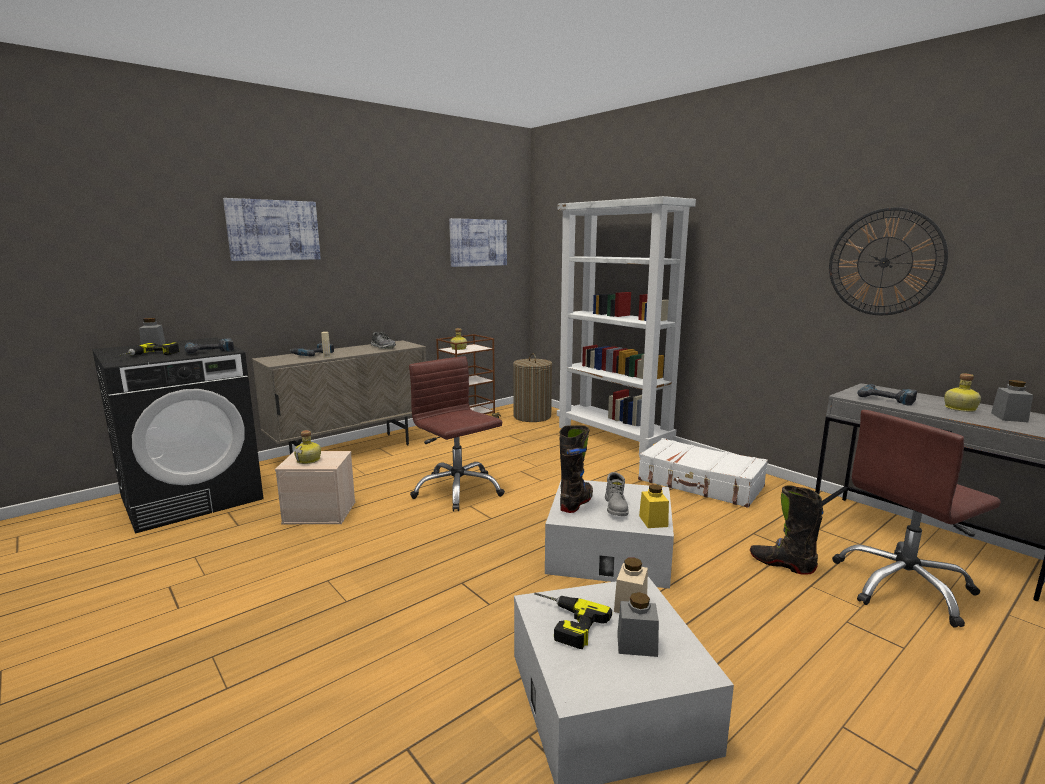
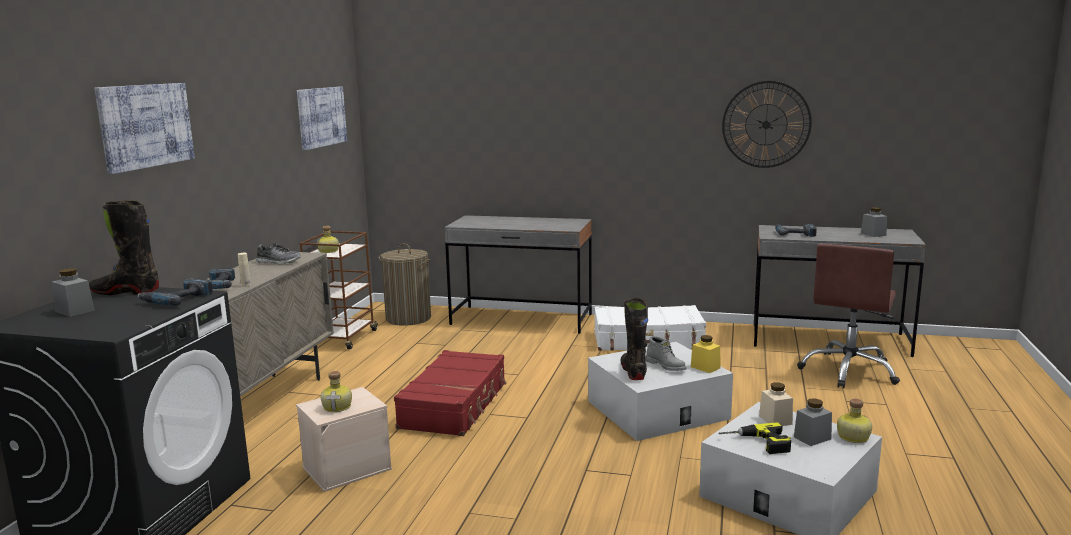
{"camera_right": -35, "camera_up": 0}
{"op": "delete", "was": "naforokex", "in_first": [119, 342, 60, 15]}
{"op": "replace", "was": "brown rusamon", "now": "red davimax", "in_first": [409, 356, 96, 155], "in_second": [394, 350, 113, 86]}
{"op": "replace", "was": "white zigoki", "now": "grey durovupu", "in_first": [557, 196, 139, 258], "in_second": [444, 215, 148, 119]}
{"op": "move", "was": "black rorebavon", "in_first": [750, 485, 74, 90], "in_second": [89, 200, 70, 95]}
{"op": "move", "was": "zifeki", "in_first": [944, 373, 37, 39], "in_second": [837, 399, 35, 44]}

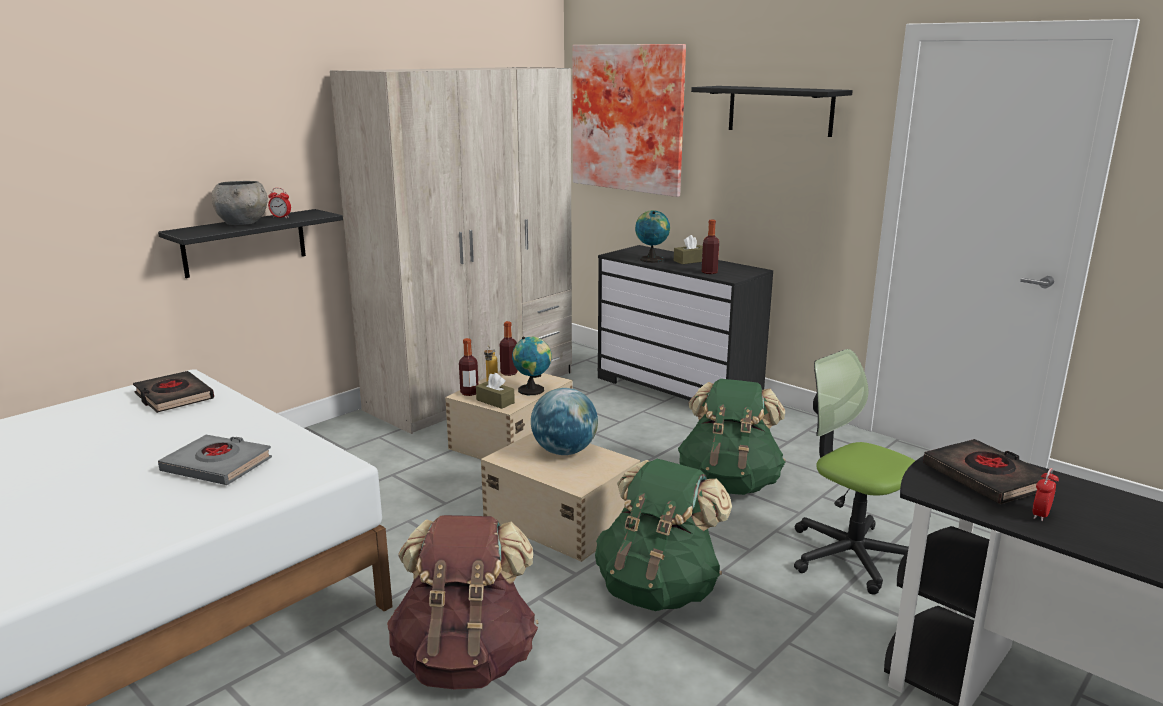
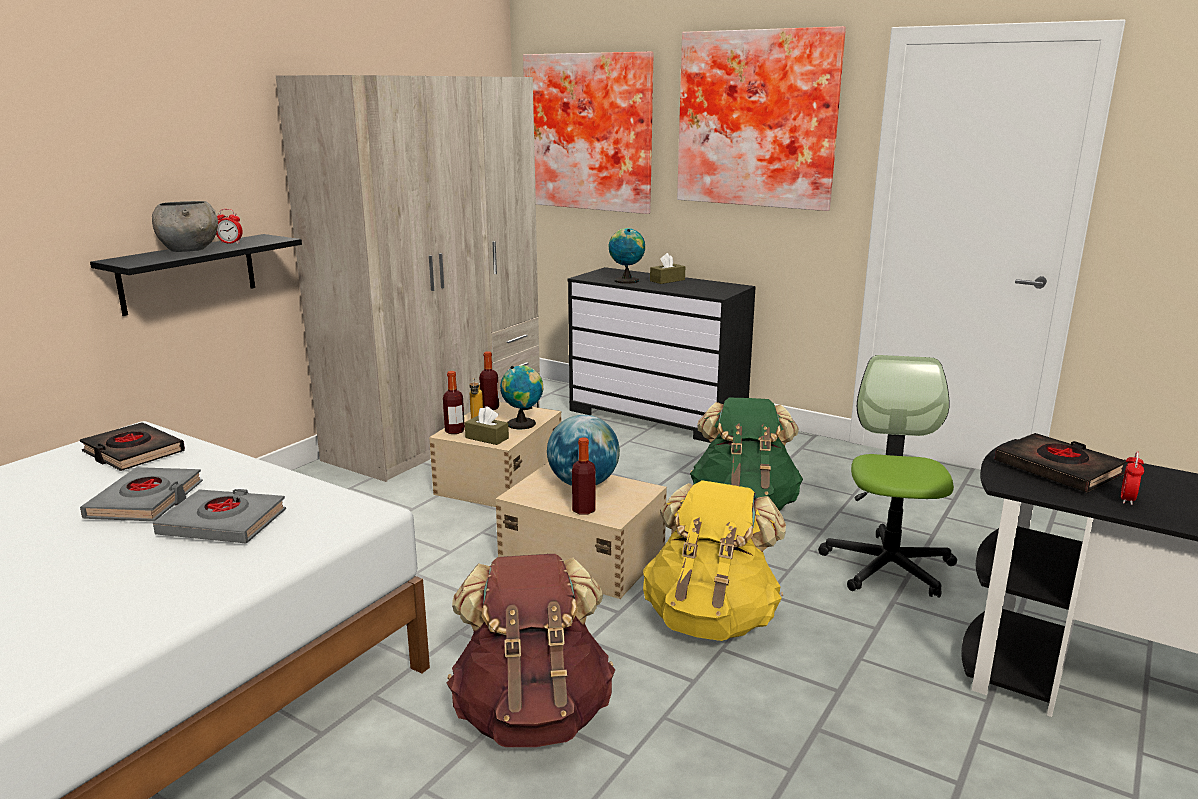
{"camera_right": -10, "camera_up": 0}
{"op": "recolor", "was": "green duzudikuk", "now": "yellow duzudikuk", "in_first": [595, 459, 137, 152], "in_second": [643, 480, 143, 161]}
{"op": "replace", "was": "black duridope", "now": "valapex", "in_first": [691, 86, 162, 51], "in_second": [677, 26, 169, 185]}
{"op": "move", "was": "zifeki", "in_first": [702, 220, 17, 54], "in_second": [572, 438, 24, 77]}
{"op": "rotate", "was": "rusamon", "in_first": [794, 349, 121, 246], "in_second": [818, 355, 139, 243], "clockwise": 60}
{"op": "insert", "now": "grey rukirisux", "in_second": [80, 467, 123, 54]}

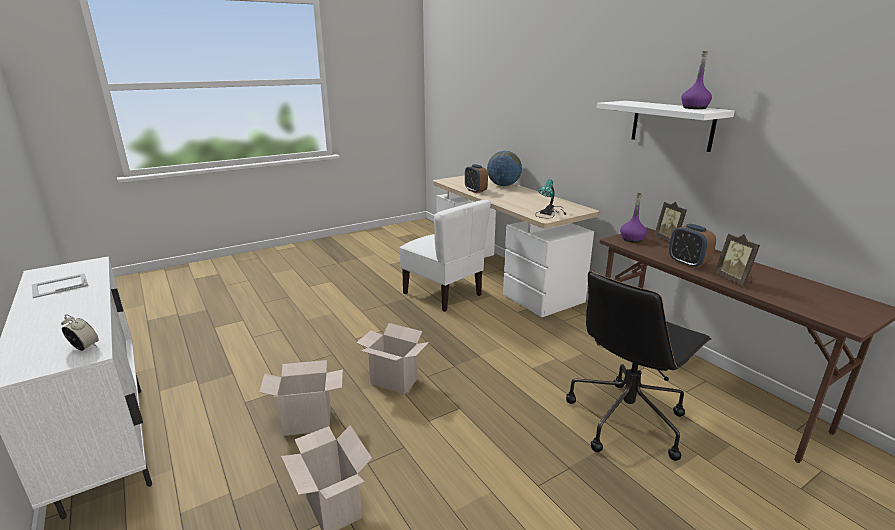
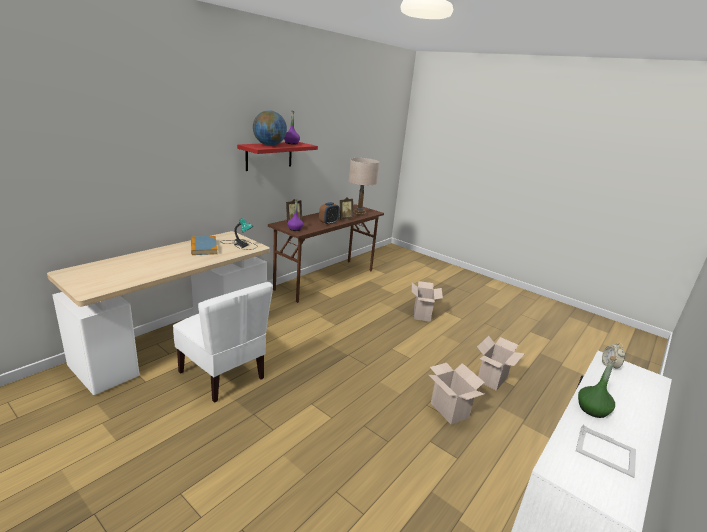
{"camera_right": -110, "camera_up": 0}
{"op": "move", "was": "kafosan", "in_first": [356, 323, 73, 71], "in_second": [412, 281, 31, 41]}
{"op": "rotate", "was": "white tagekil", "in_first": [400, 200, 91, 112], "in_second": [173, 282, 100, 121], "clockwise": 105}
{"op": "delete", "was": "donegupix", "in_first": [465, 164, 23, 29]}
{"op": "move", "was": "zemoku", "in_first": [487, 151, 35, 35], "in_second": [253, 110, 34, 36]}
{"op": "delete", "was": "black rusamon", "in_first": [566, 271, 145, 190]}
{"op": "recolor", "was": "white duridope", "now": "red duridope", "in_first": [596, 101, 139, 51], "in_second": [237, 142, 81, 29]}
{"op": "insert", "now": "rukirisux", "in_second": [191, 236, 27, 19]}
{"op": "insert", "now": "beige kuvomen", "in_second": [348, 158, 31, 58]}
{"op": "insert", "now": "green zifeki", "in_second": [578, 356, 38, 62]}

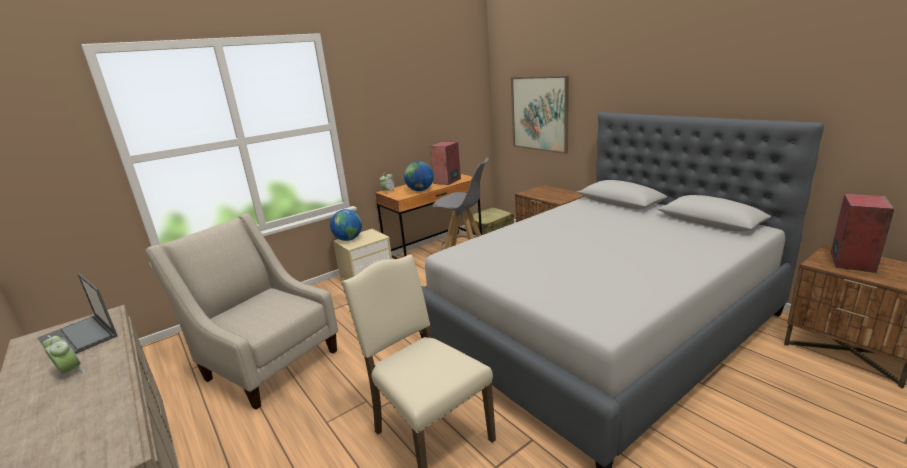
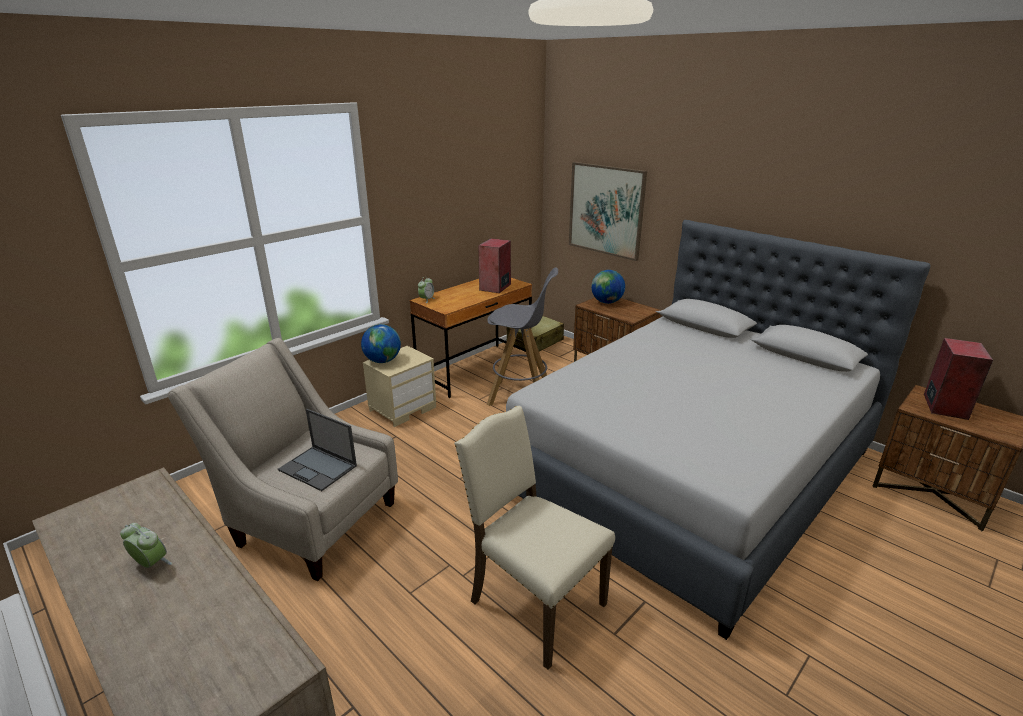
{"camera_right": -10, "camera_up": 5}
{"op": "move", "was": "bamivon", "in_first": [38, 273, 80, 81], "in_second": [278, 409, 79, 82]}
{"op": "move", "was": "zemoku", "in_first": [404, 161, 30, 30], "in_second": [591, 270, 34, 34]}

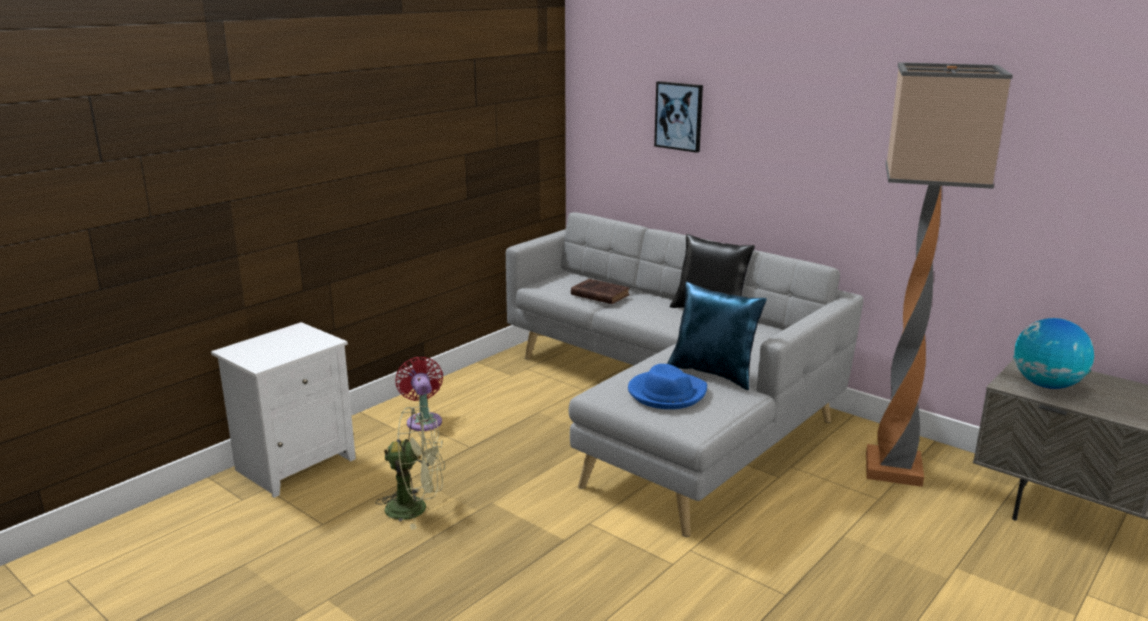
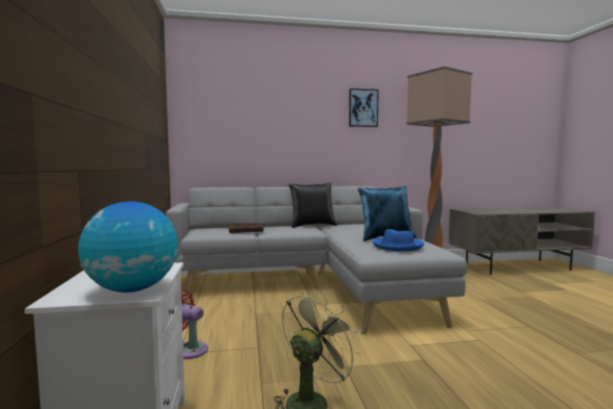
{"camera_right": -50, "camera_up": -15}
{"op": "move", "was": "valapex", "in_first": [654, 81, 49, 72], "in_second": [349, 89, 30, 38]}
{"op": "move", "was": "zemoku", "in_first": [1014, 318, 80, 71], "in_second": [78, 202, 100, 90]}

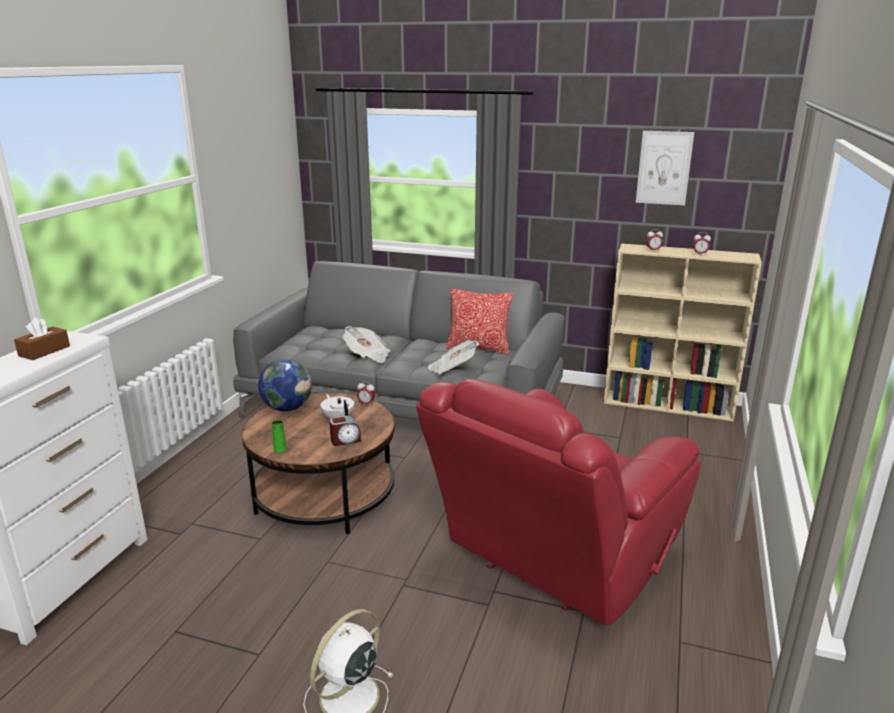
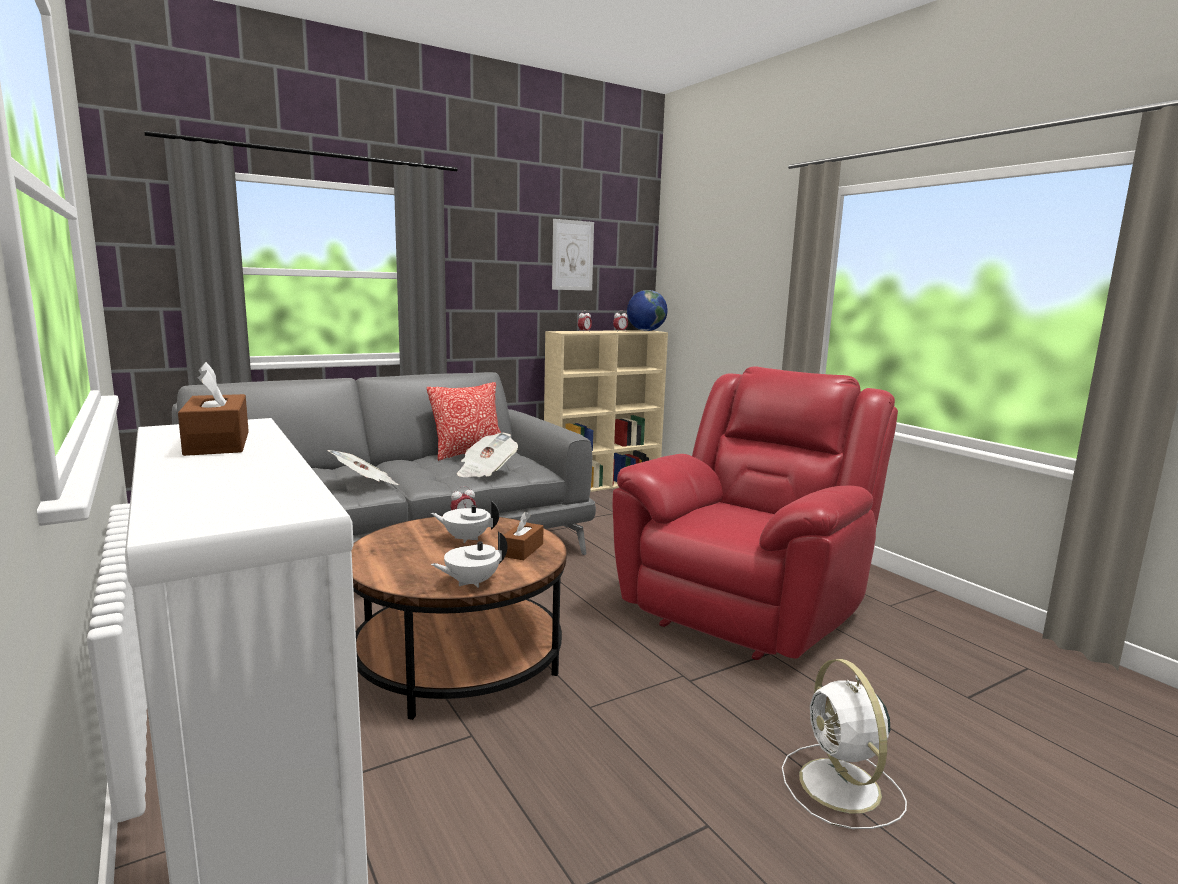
{"camera_right": -50, "camera_up": -10}
{"op": "move", "was": "zemoku", "in_first": [258, 359, 54, 52], "in_second": [627, 290, 41, 41]}
{"op": "replace", "was": "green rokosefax", "now": "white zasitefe", "in_first": [272, 420, 15, 33], "in_second": [431, 532, 77, 56]}
{"op": "replace", "was": "donegupix", "now": "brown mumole", "in_first": [330, 416, 31, 30], "in_second": [503, 512, 40, 48]}
{"op": "rotate", "was": "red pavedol", "in_first": [416, 379, 285, 246], "in_second": [612, 366, 286, 294], "clockwise": -135}

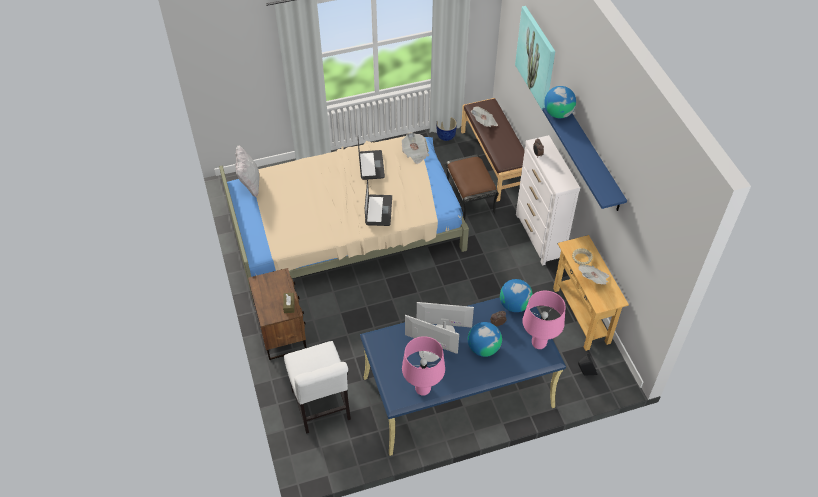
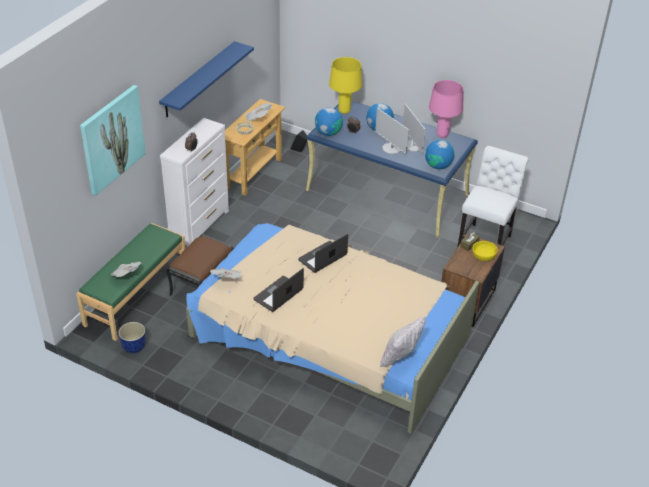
{"camera_right": -135, "camera_up": -10}
{"op": "recolor", "was": "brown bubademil", "now": "green bubademil", "in_first": [461, 98, 64, 104], "in_second": [76, 223, 110, 118]}
{"op": "recolor", "was": "pink kuvomen", "now": "yellow kuvomen", "in_first": [522, 291, 44, 58], "in_second": [329, 57, 33, 57]}
{"op": "move", "was": "zemoku", "in_first": [544, 86, 32, 32], "in_second": [425, 140, 30, 29]}
{"op": "insert", "now": "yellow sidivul", "in_second": [472, 241, 26, 20]}

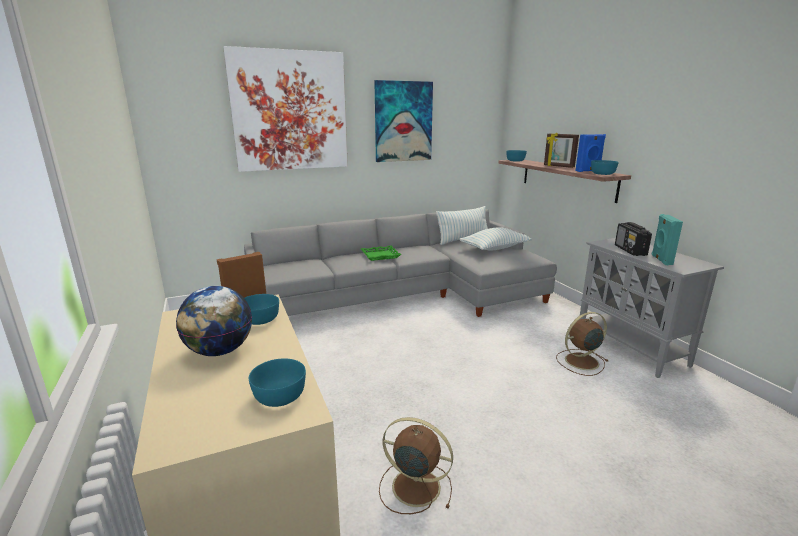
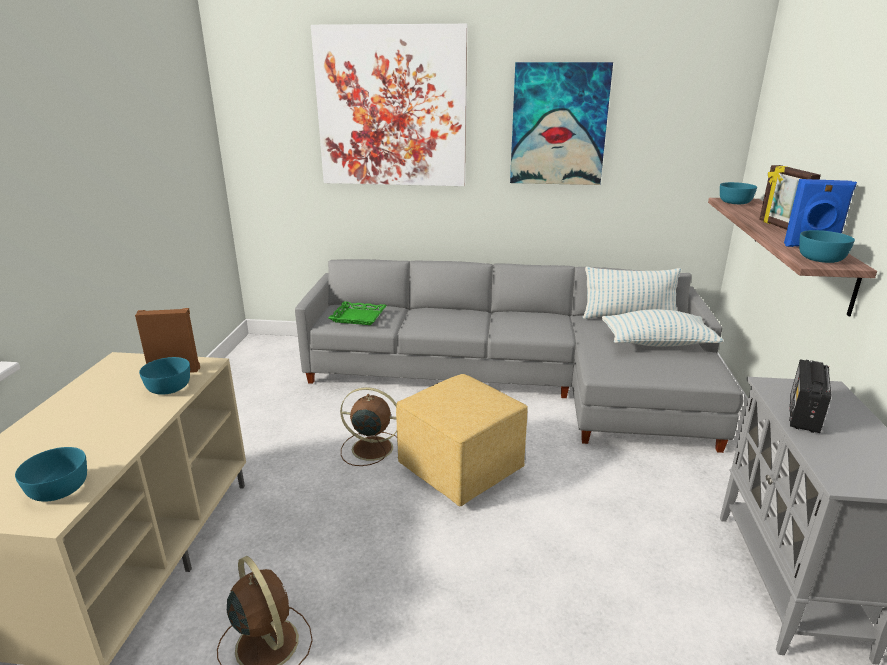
{"camera_right": 30, "camera_up": 5}
{"op": "delete", "was": "zemoku", "in_first": [176, 286, 76, 70]}
{"op": "move", "was": "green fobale", "in_first": [361, 246, 40, 15], "in_second": [328, 301, 59, 24]}
{"op": "move", "was": "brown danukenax", "in_first": [556, 312, 52, 64], "in_second": [340, 387, 57, 79]}
{"op": "delete", "was": "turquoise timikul", "in_first": [652, 214, 31, 51]}
{"op": "insert", "now": "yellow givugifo", "in_second": [396, 374, 132, 132]}

